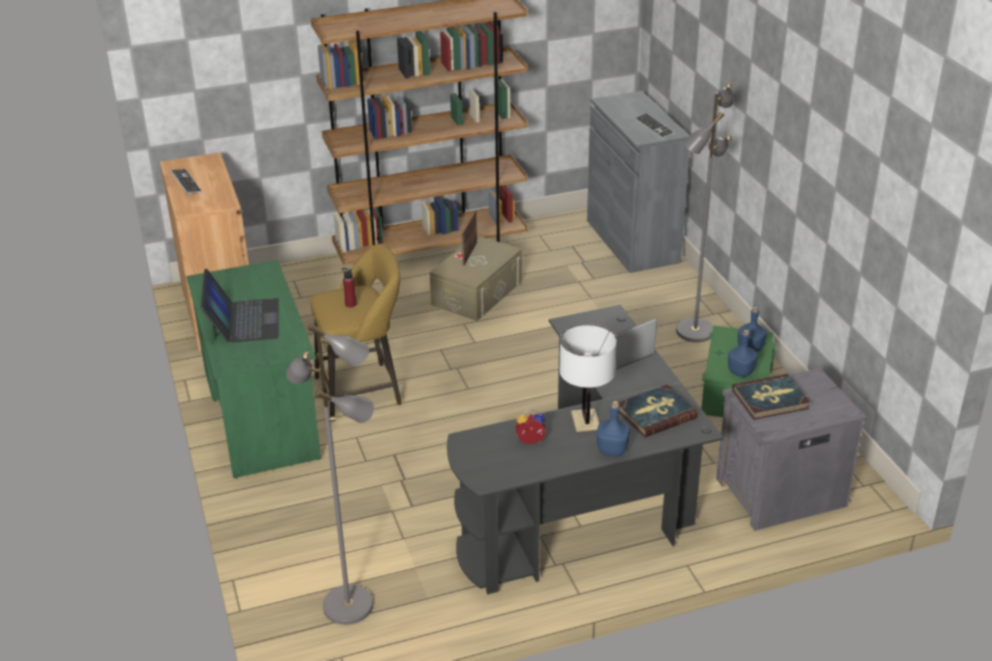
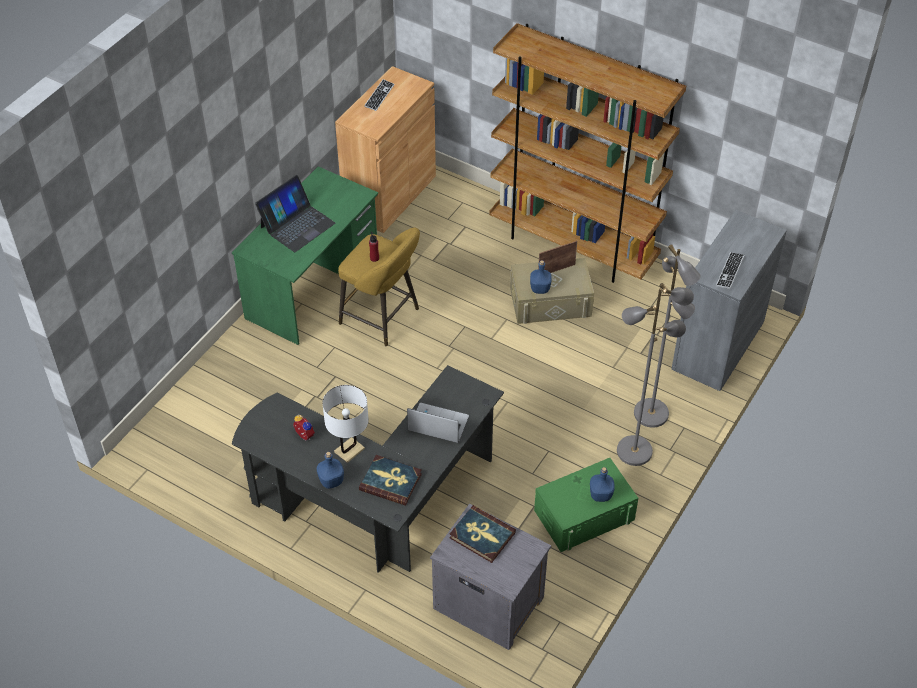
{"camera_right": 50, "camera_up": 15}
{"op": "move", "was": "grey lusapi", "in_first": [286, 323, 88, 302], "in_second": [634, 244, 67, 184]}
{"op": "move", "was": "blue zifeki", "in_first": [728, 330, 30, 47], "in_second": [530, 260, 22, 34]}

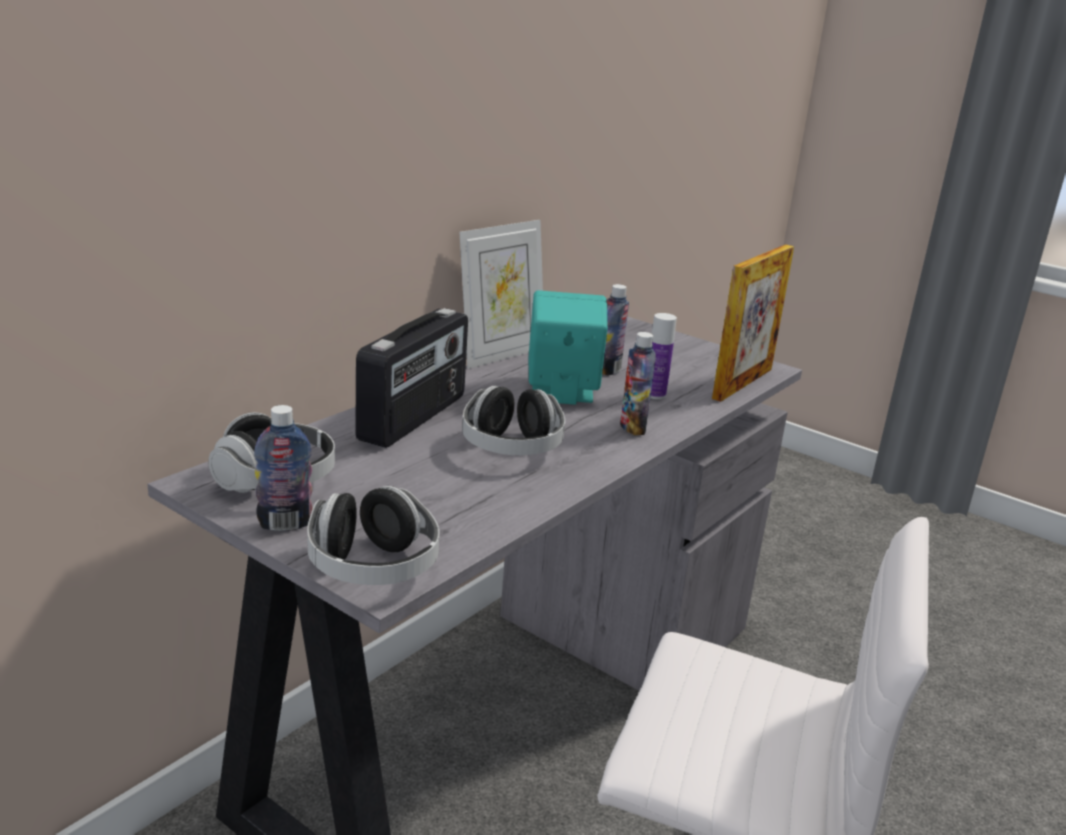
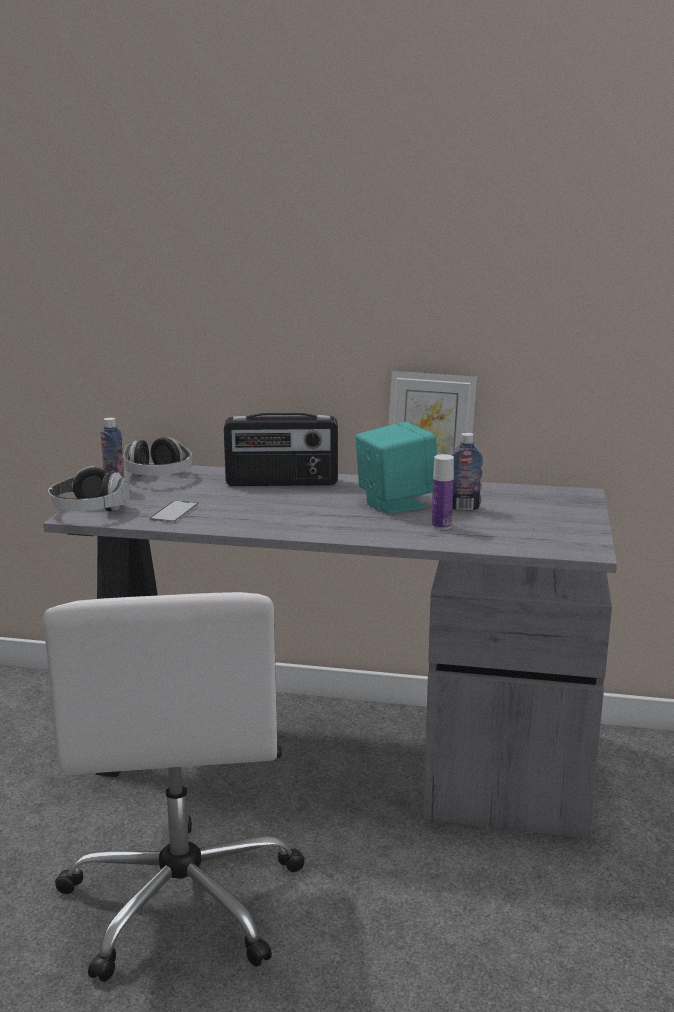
{"camera_right": 65, "camera_up": -5}
{"op": "delete", "was": "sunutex", "in_first": [462, 386, 103, 69]}
{"op": "delete", "was": "zifeki", "in_first": [620, 332, 36, 103]}
{"op": "delete", "was": "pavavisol", "in_first": [712, 244, 82, 158]}
{"op": "insert", "now": "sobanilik", "in_second": [149, 500, 50, 23]}

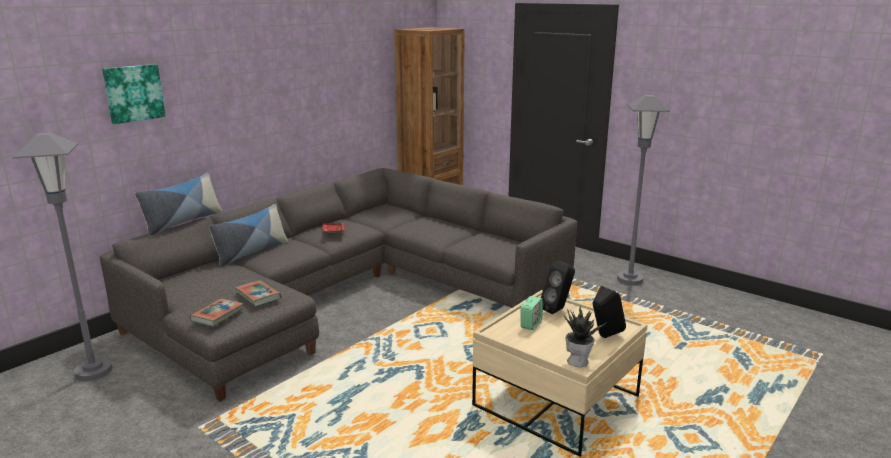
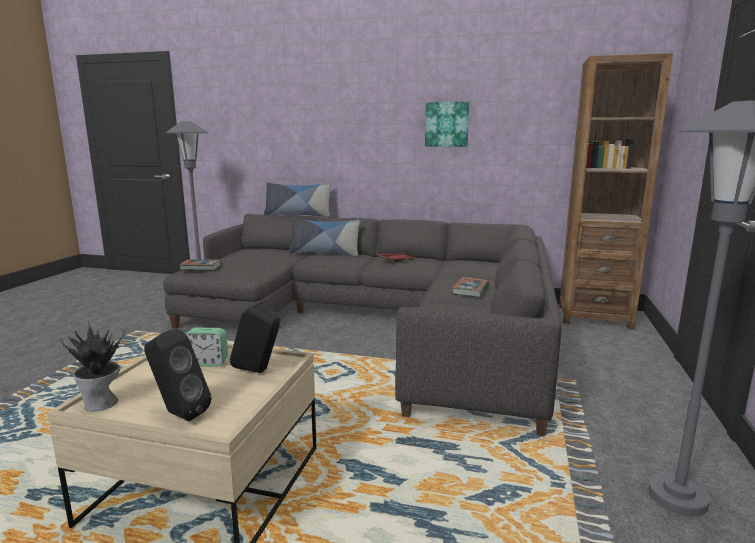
{"camera_right": 65, "camera_up": -5}
{"op": "move", "was": "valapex", "in_first": [102, 64, 63, 60], "in_second": [425, 102, 45, 45]}
{"op": "move", "was": "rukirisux", "in_first": [235, 280, 46, 27], "in_second": [452, 277, 37, 20]}

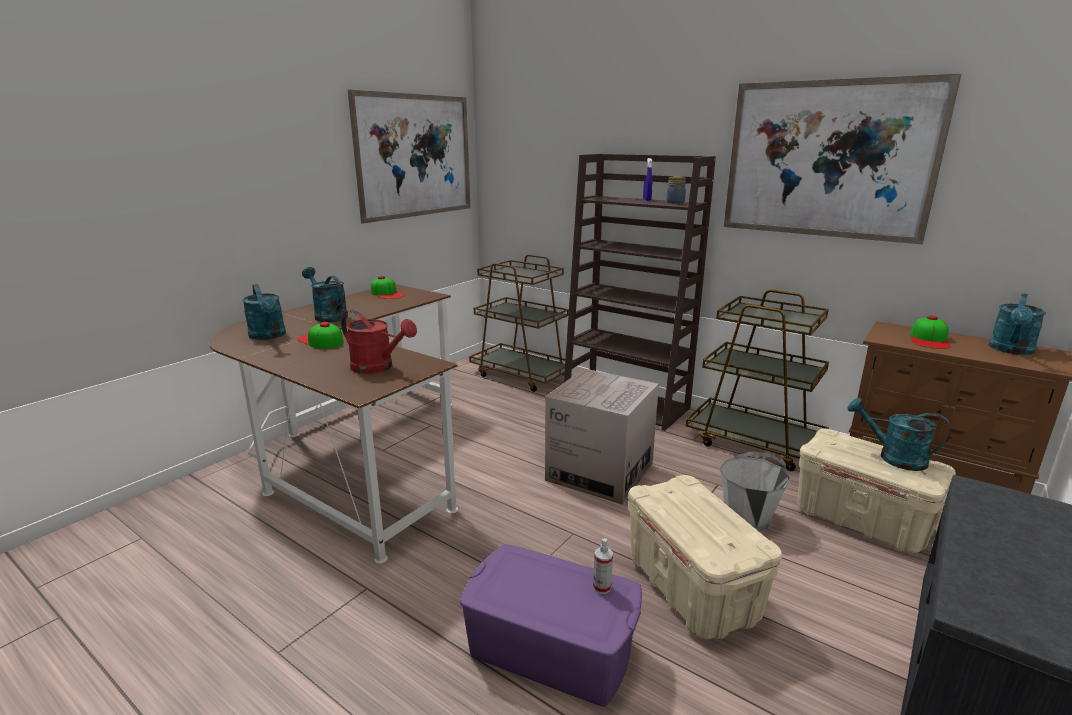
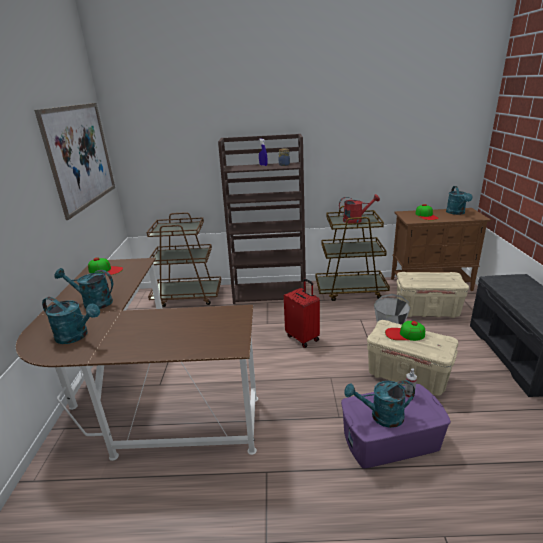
{"camera_right": -35, "camera_up": 5}
{"op": "move", "was": "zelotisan", "in_first": [297, 322, 46, 27], "in_second": [385, 321, 40, 20]}
{"op": "move", "was": "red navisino", "in_first": [341, 310, 76, 64], "in_second": [339, 194, 41, 29]}
{"op": "replace", "was": "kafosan", "now": "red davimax", "in_first": [545, 368, 114, 137], "in_second": [284, 279, 36, 69]}
{"op": "delete", "was": "valapex", "in_first": [724, 74, 238, 170]}
{"op": "move", "was": "turquoise navisino", "in_first": [847, 398, 104, 73], "in_second": [344, 380, 71, 48]}

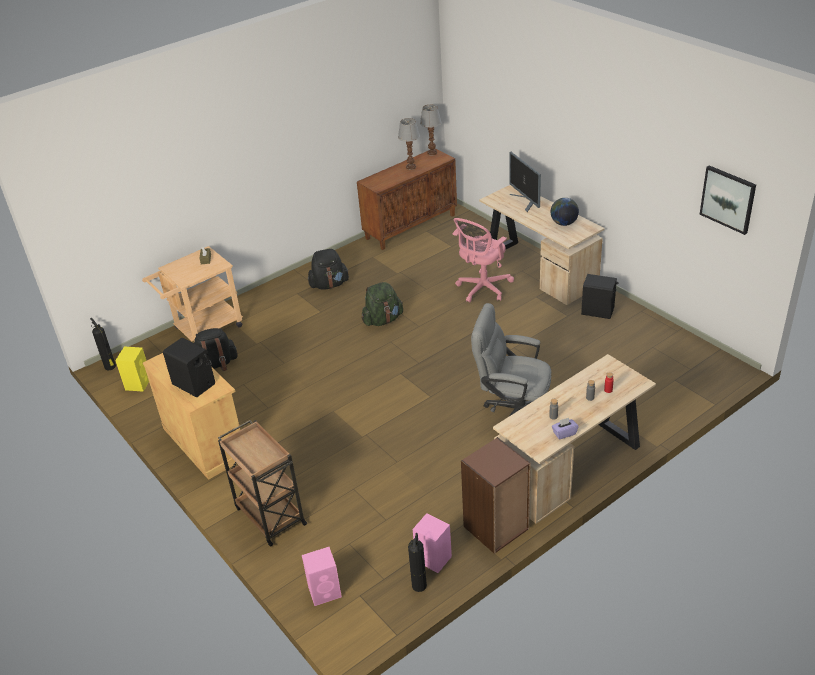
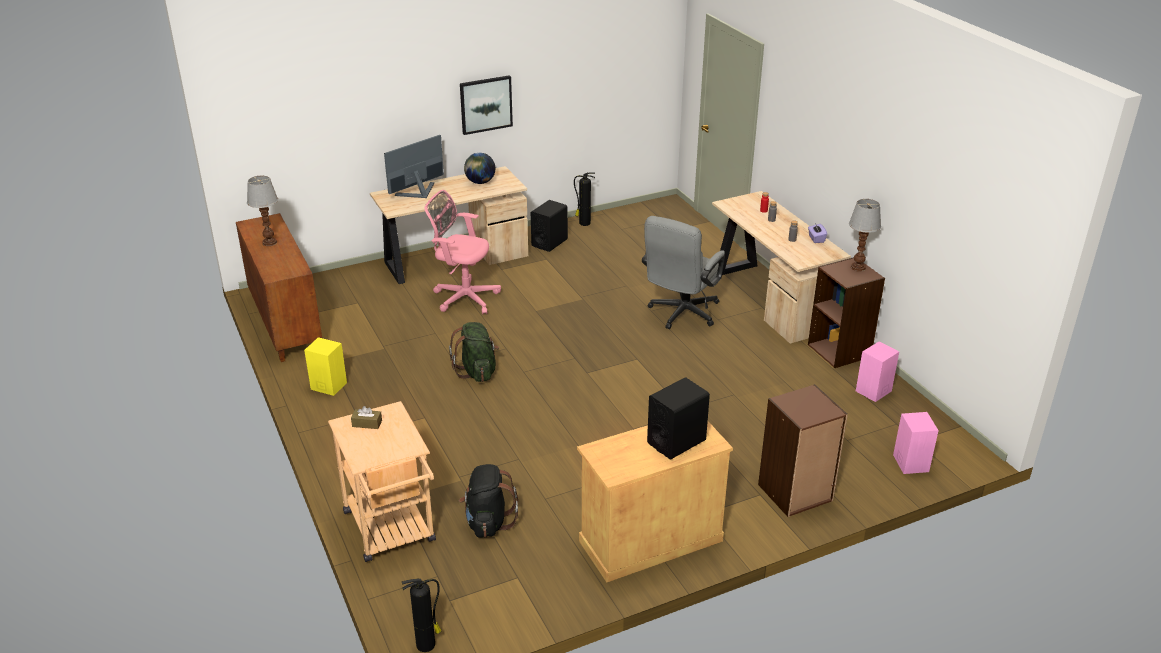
{"camera_right": -80, "camera_up": -5}
{"op": "move", "was": "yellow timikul", "in_first": [115, 347, 34, 45], "in_second": [304, 337, 43, 59]}
{"op": "replace", "was": "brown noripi", "now": "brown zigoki", "in_first": [218, 420, 89, 127], "in_second": [758, 384, 90, 133]}
{"op": "delete", "was": "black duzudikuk", "in_first": [308, 249, 41, 41]}
{"op": "move", "was": "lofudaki", "in_first": [408, 533, 19, 59], "in_second": [574, 172, 21, 54]}
{"op": "move", "was": "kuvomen", "in_first": [420, 104, 22, 51], "in_second": [849, 199, 32, 73]}
{"op": "rotate", "was": "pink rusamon", "in_first": [453, 218, 61, 85], "in_second": [424, 190, 77, 124], "clockwise": 150}
{"op": "rotate", "was": "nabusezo", "in_first": [510, 152, 31, 60], "in_second": [384, 135, 60, 63], "clockwise": 150}
{"op": "move", "was": "valapex", "in_first": [699, 165, 57, 70], "in_second": [460, 75, 53, 60]}

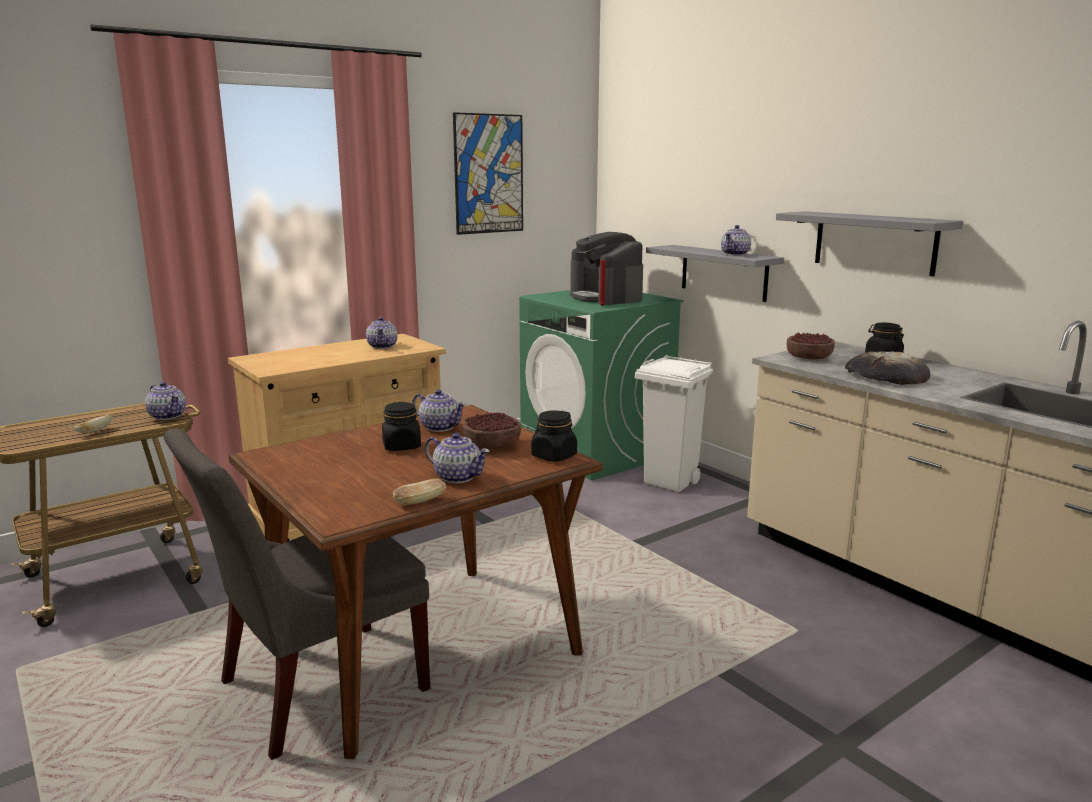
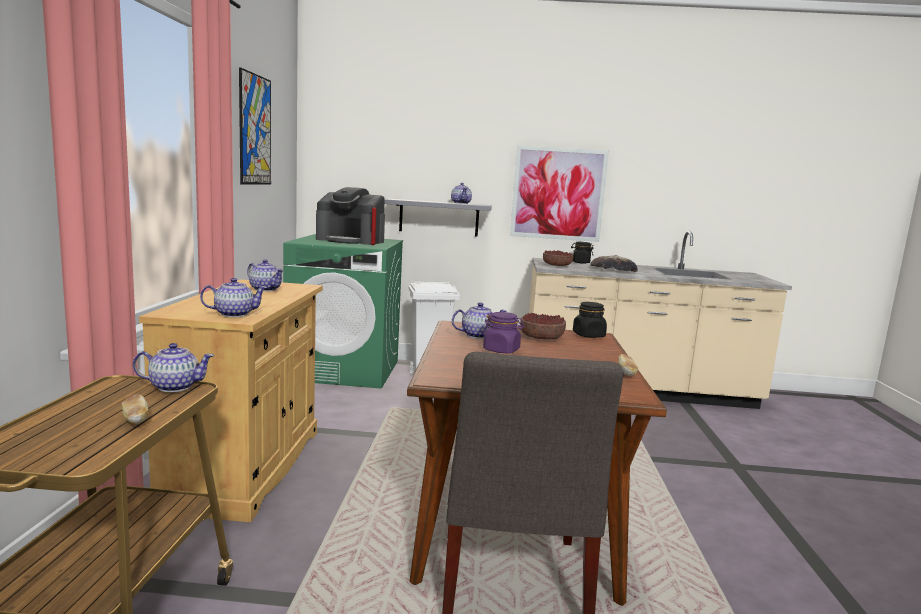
{"camera_right": -50, "camera_up": -5}
{"op": "recolor", "was": "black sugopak", "now": "purple sugopak", "in_first": [382, 402, 39, 49], "in_second": [483, 312, 41, 42]}
{"op": "move", "was": "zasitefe", "in_first": [425, 433, 65, 50], "in_second": [200, 278, 67, 39]}
{"op": "replace", "was": "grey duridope", "now": "valapex", "in_first": [776, 211, 187, 65], "in_second": [510, 145, 99, 97]}

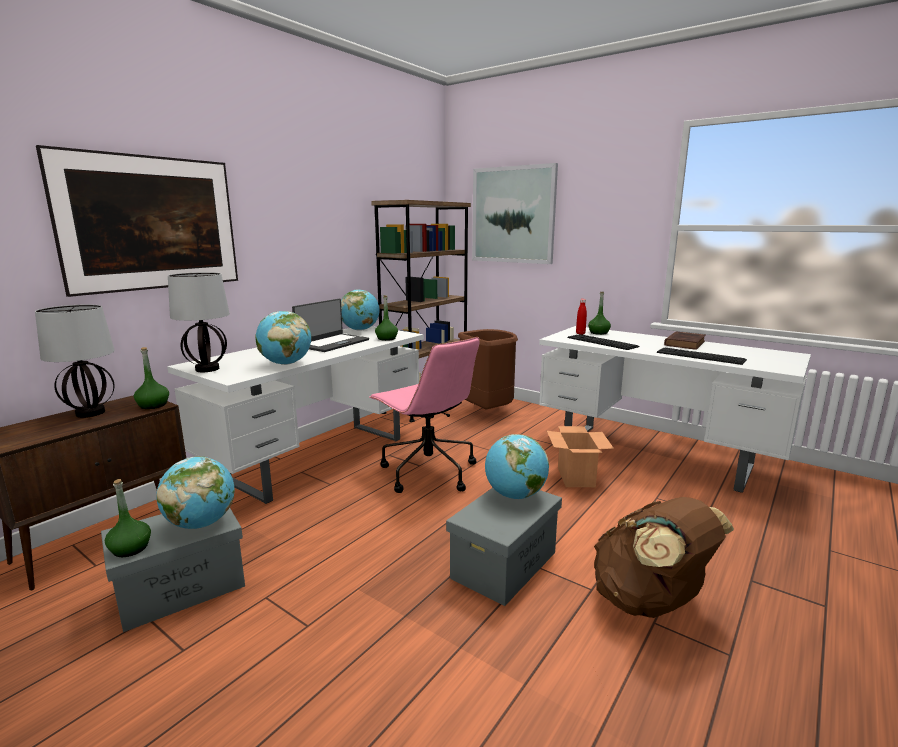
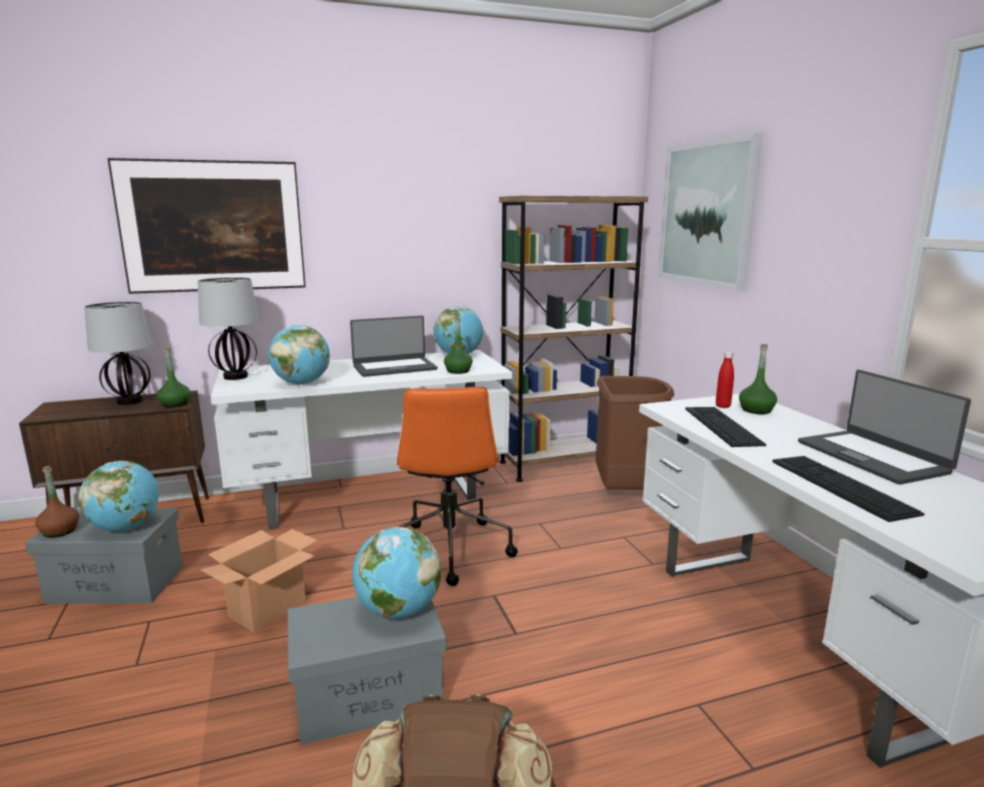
{"camera_right": 35, "camera_up": 0}
{"op": "recolor", "was": "green zifeki", "now": "brown zifeki", "in_first": [105, 479, 46, 78], "in_second": [35, 466, 44, 72]}
{"op": "recolor", "was": "pink rusamon", "now": "orange rusamon", "in_first": [369, 337, 111, 156], "in_second": [397, 386, 121, 200]}
{"op": "move", "was": "kafosan", "in_first": [547, 426, 67, 61], "in_second": [200, 529, 118, 104]}
{"op": "replace", "was": "brown rukirisux", "now": "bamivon", "in_first": [664, 331, 41, 19], "in_second": [798, 370, 173, 115]}

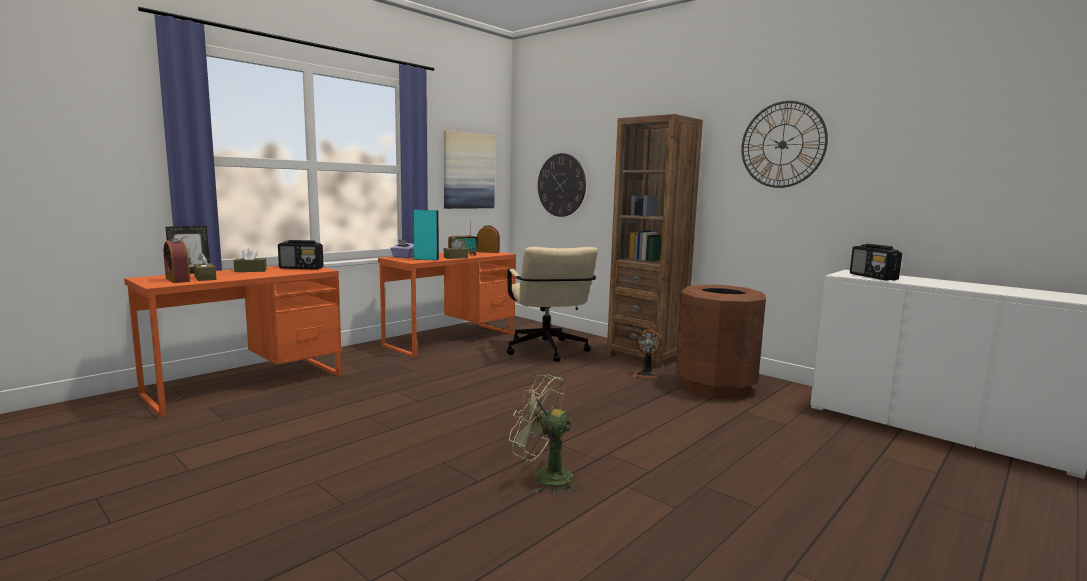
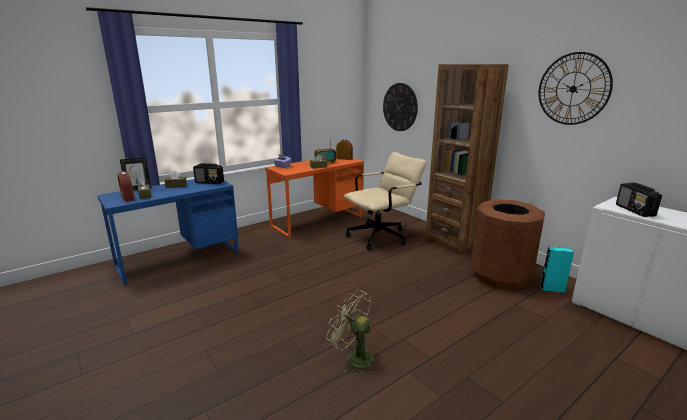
{"camera_right": 10, "camera_up": 10}
{"op": "recolor", "was": "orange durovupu", "now": "blue durovupu", "in_first": [124, 266, 218, 151], "in_second": [97, 179, 142, 107]}
{"op": "move", "was": "turquoise timikul", "in_first": [413, 210, 26, 50], "in_second": [540, 247, 34, 46]}
{"op": "delete", "was": "valapex", "in_first": [444, 130, 51, 79]}
{"op": "rotate", "was": "beige rusamon", "in_first": [506, 247, 92, 115], "in_second": [344, 152, 83, 98], "clockwise": -120}
{"op": "delete", "was": "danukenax", "in_first": [632, 329, 29, 51]}

